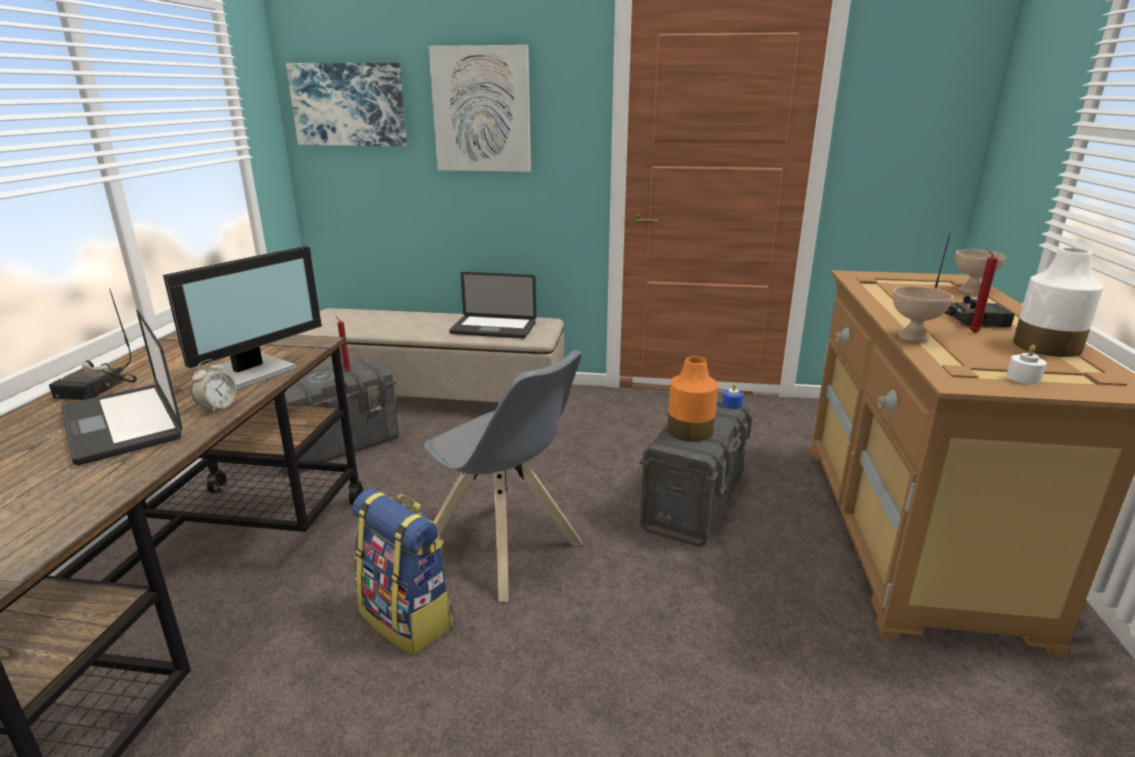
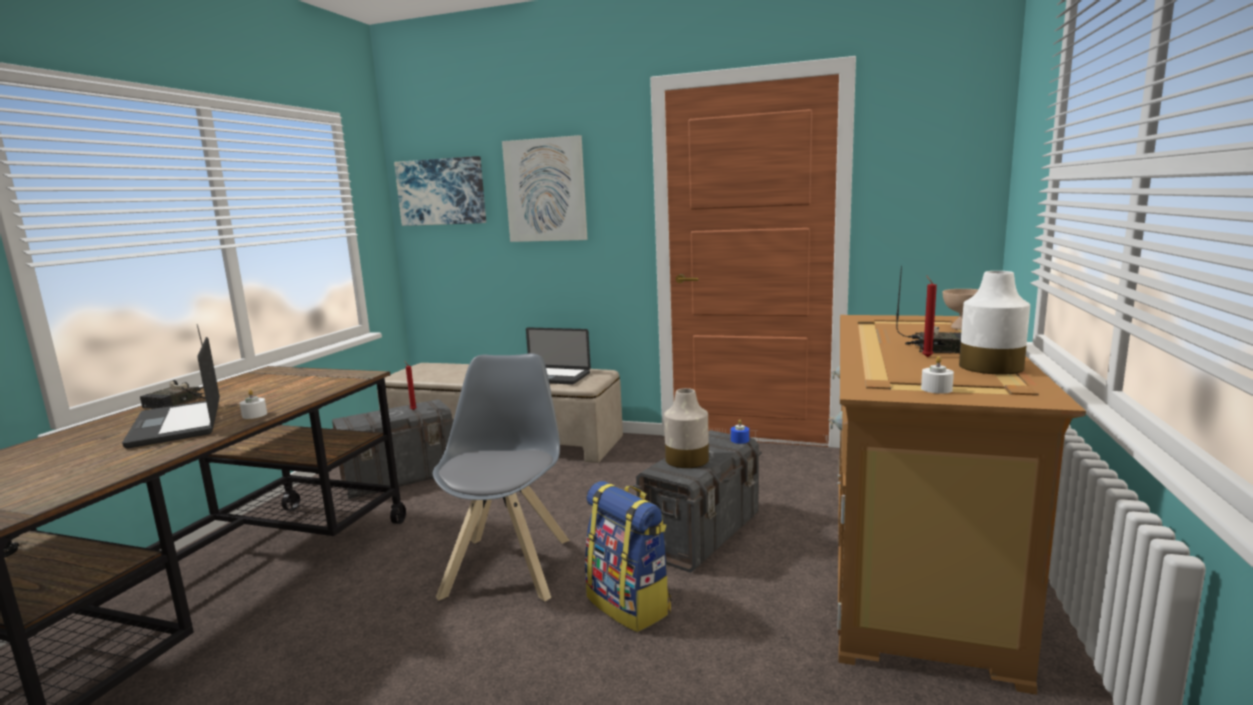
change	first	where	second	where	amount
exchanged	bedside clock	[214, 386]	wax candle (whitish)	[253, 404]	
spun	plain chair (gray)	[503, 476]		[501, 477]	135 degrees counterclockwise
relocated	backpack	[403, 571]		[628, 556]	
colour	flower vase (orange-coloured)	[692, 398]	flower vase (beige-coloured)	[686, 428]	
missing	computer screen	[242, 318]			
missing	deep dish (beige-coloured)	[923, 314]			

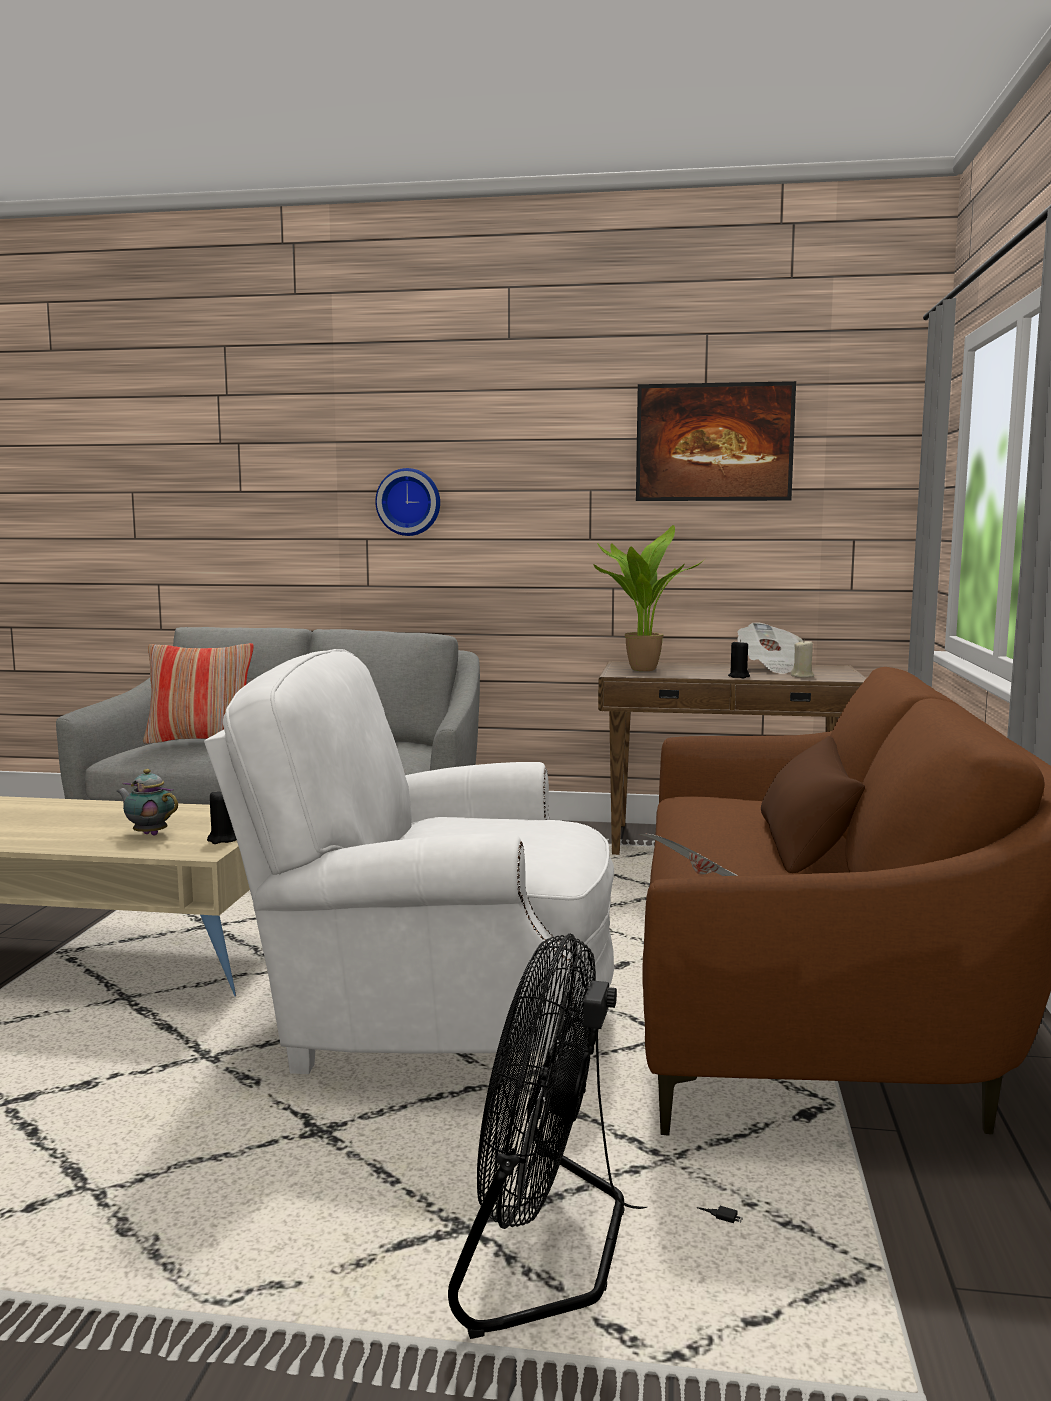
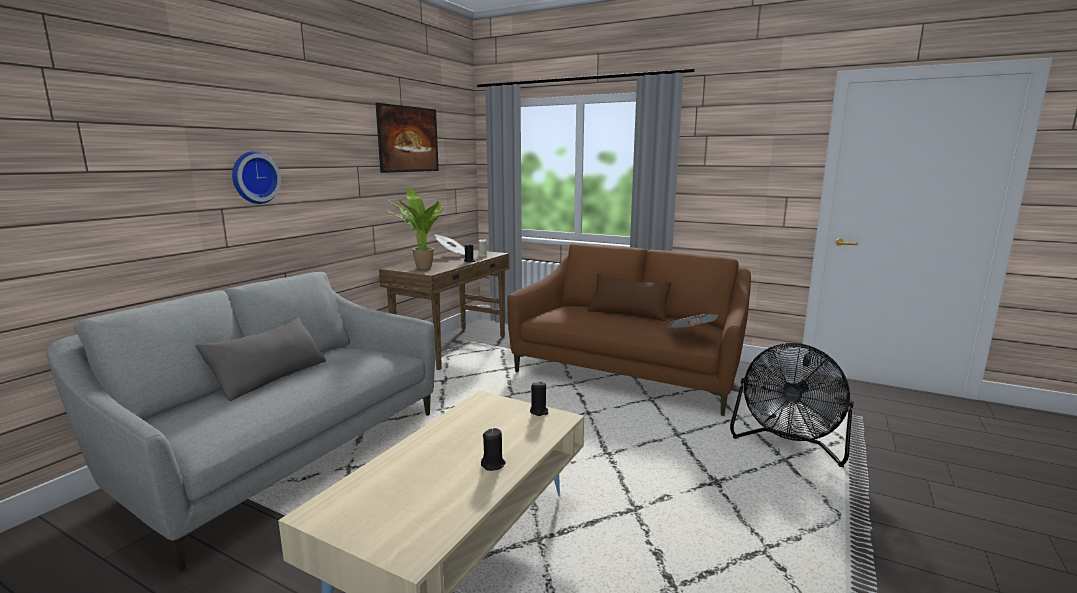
change	first	where	second	where	amount
appeared			wax candle (black)	[493, 449]	
missing	pot for tea	[147, 802]			
missing	cushion	[198, 693]			
missing	easy chair (whitish)	[409, 861]			

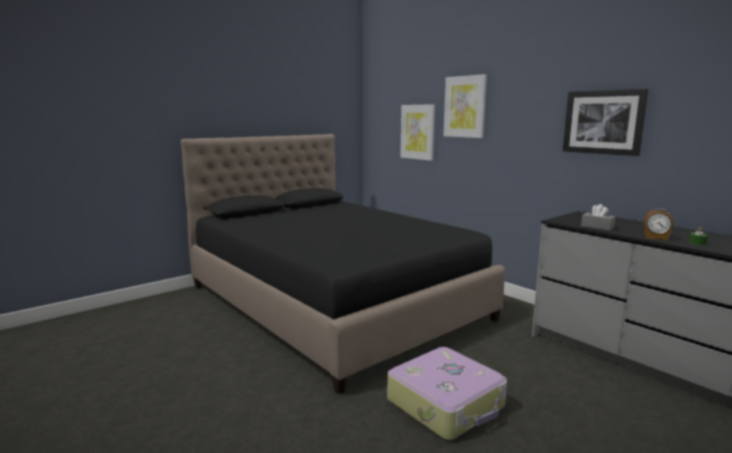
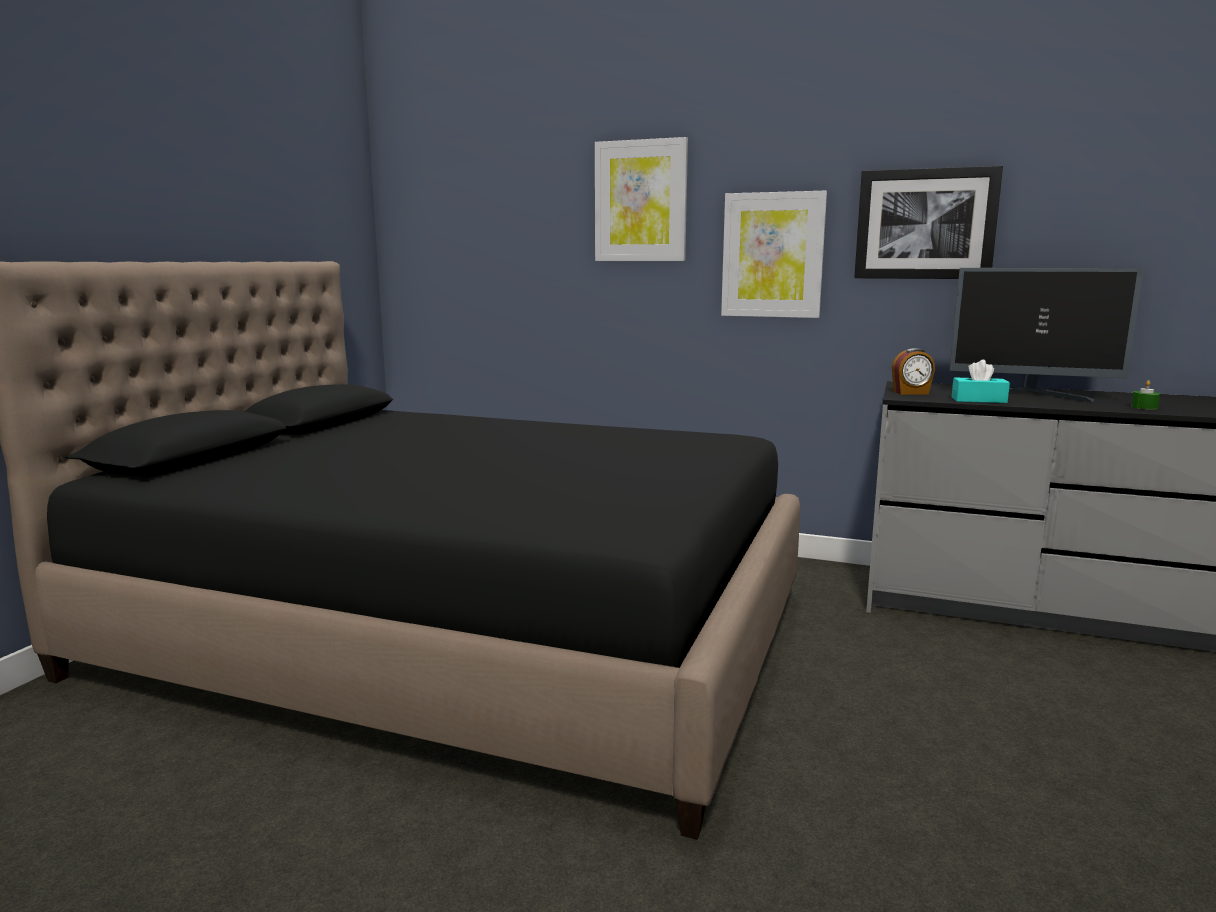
change	first	where	second	where	amount
relocated	wall art	[417, 132]		[774, 254]	
relocated	bedside clock	[659, 224]		[913, 371]	
appeared			computer screen	[1046, 335]	
colour	tissue box (gray)	[598, 217]	tissue box (turquoise-coloured)	[981, 381]	
missing	piece of luggage	[447, 393]			

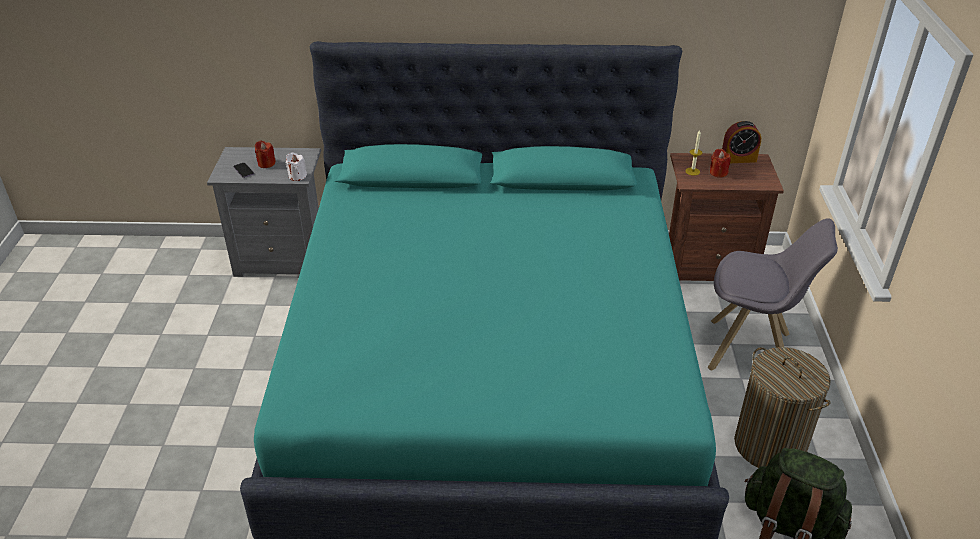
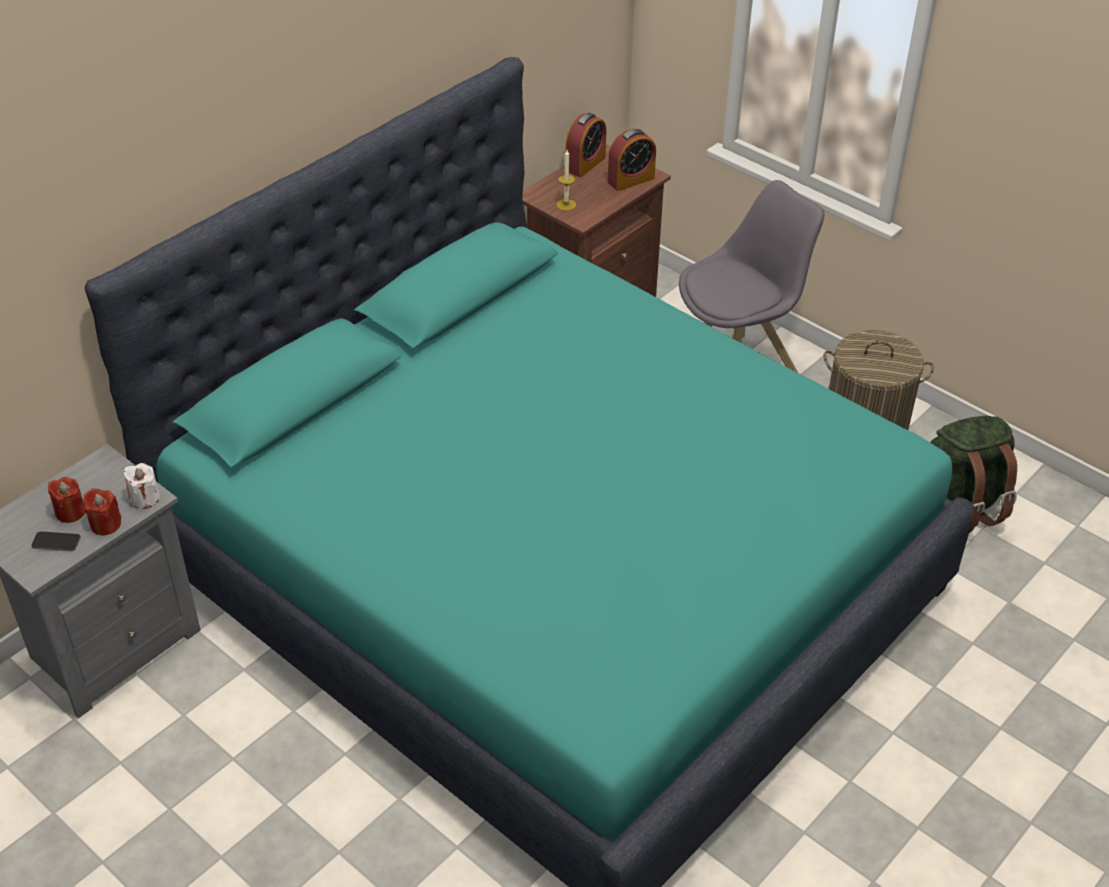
change	first	where	second	where	amount
relocated	wax candle (reddish)	[720, 163]		[102, 511]	
appeared			bedside clock	[632, 160]	

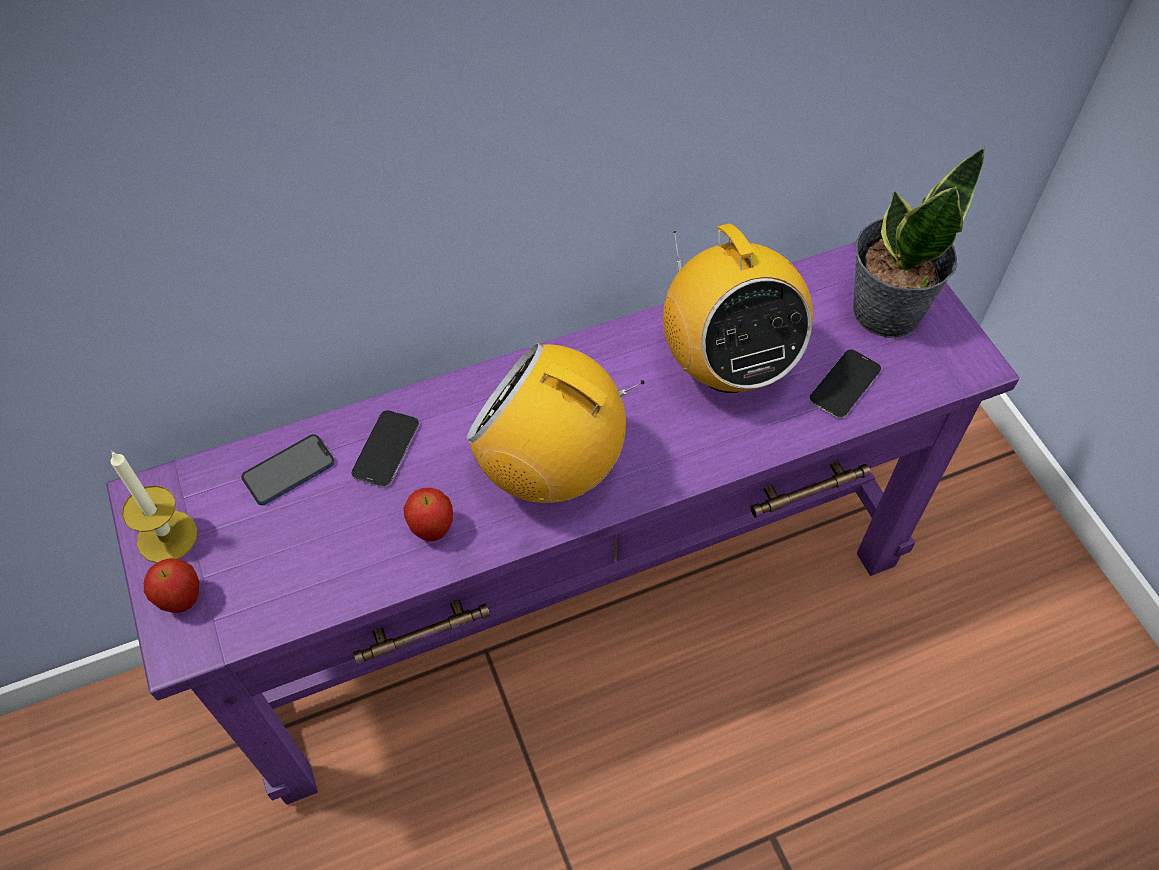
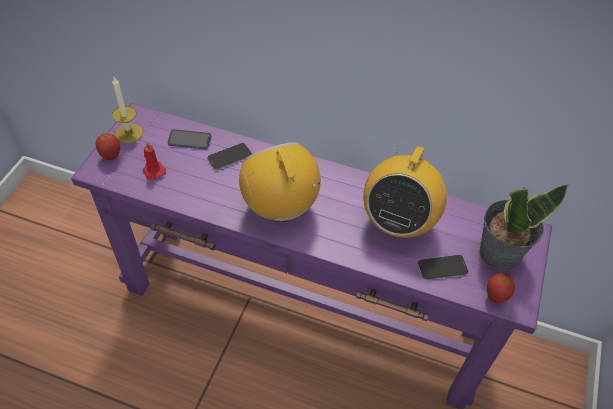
change	first	where	second	where	amount
appeared			wax candle (reddish)	[154, 161]	
relocated	whole apple	[428, 514]		[501, 288]	

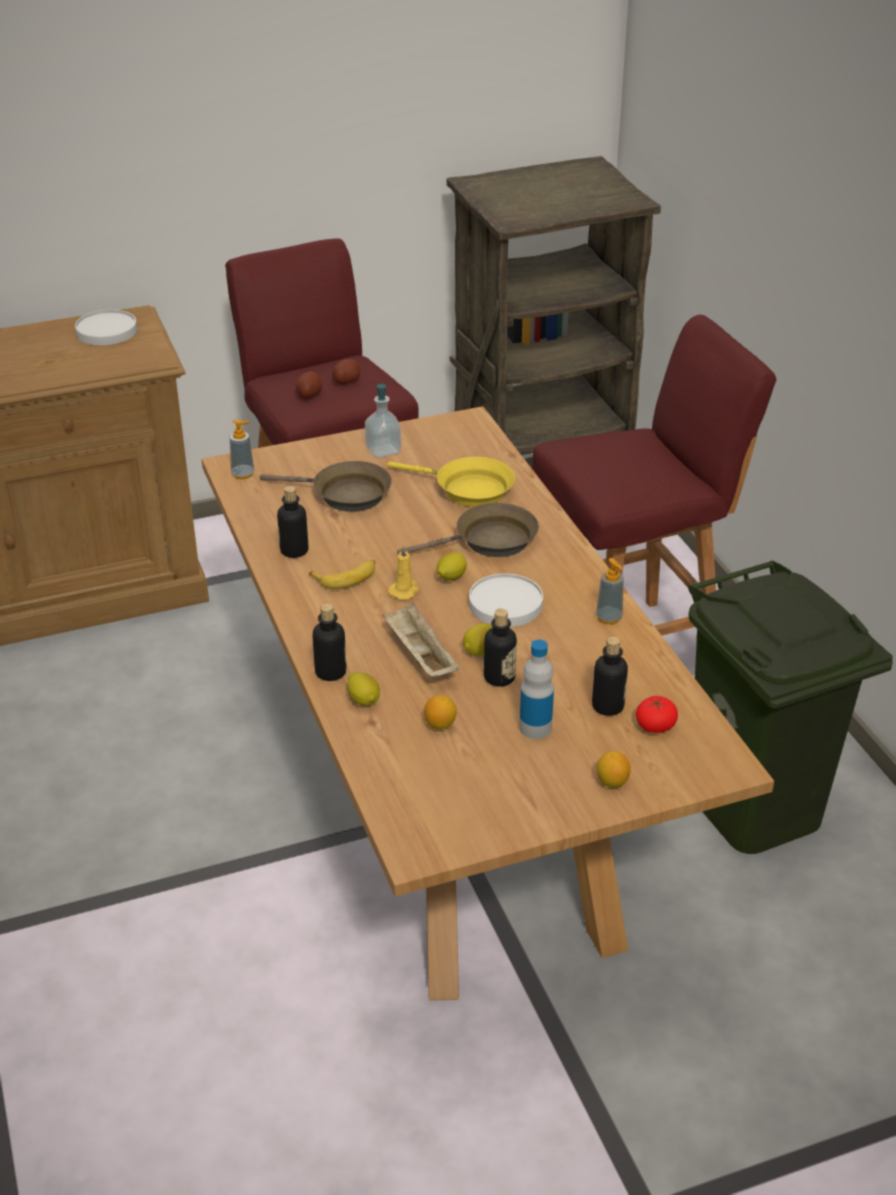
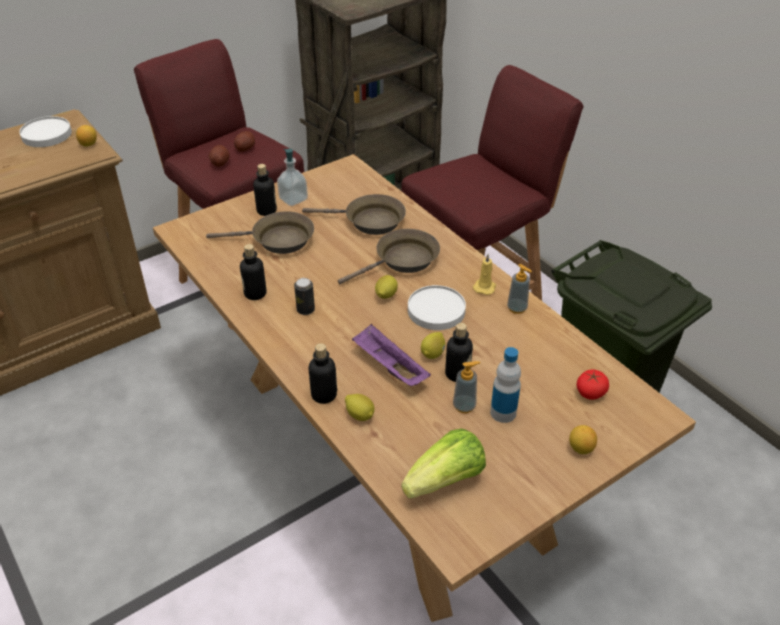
change	first	where	second	where	amount
relocated	lemon	[440, 712]		[86, 135]	
relocated	drink bottle	[610, 676]		[265, 190]	
exchanged	whole banana	[342, 574]	sealed can	[304, 296]	
colour	skillet (yellow-coloured)	[451, 482]	skillet (brown)	[354, 214]	
colour	tray (beige-coloured)	[421, 639]	tray (purplish)	[391, 355]	
appeared			lettuce	[444, 463]	
relocated	soap bottle	[242, 449]		[466, 387]	
relocated	wax candle (yellow-coloured)	[404, 572]		[484, 274]	

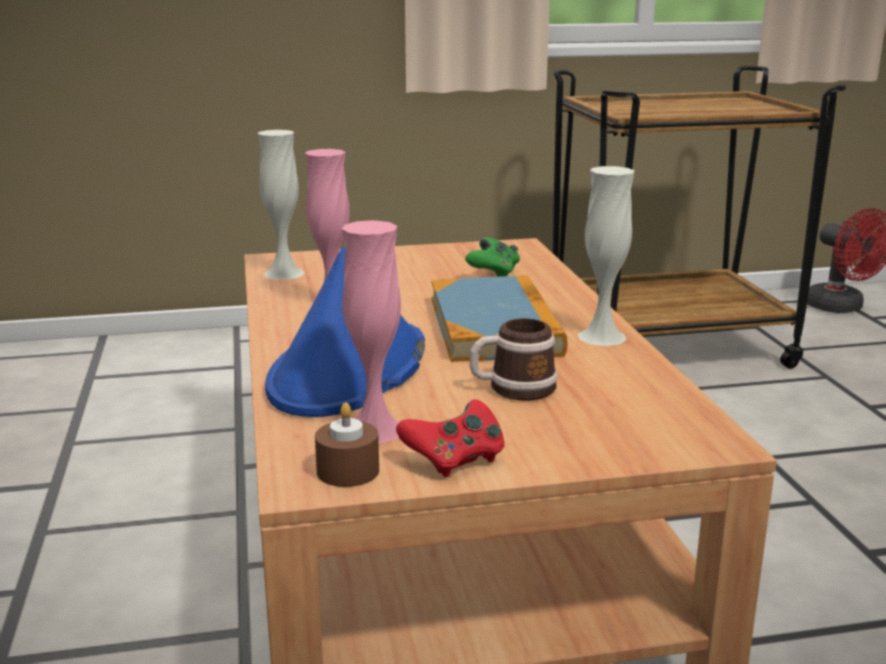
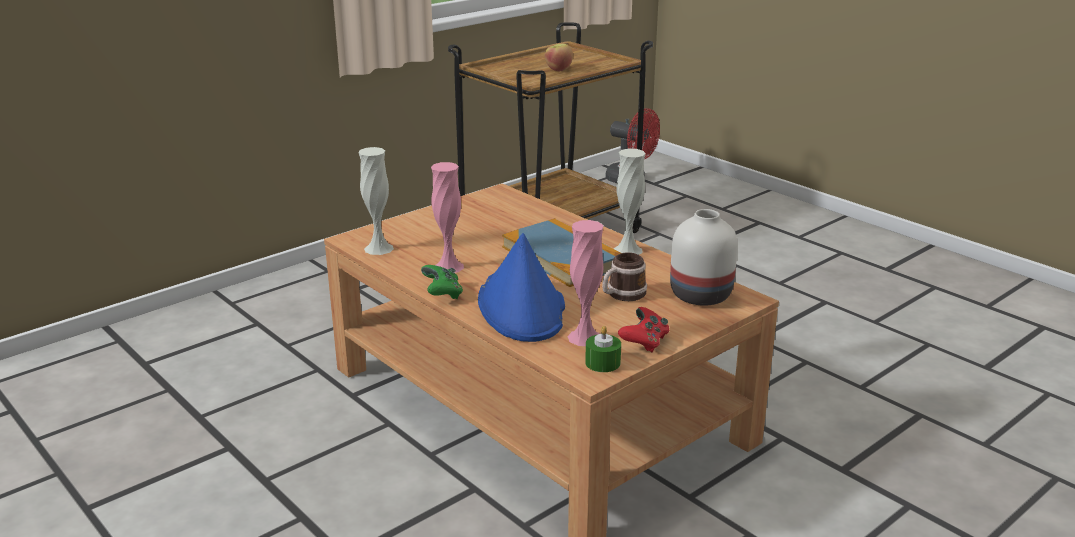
change	first	where	second	where	amount
relocated	gamepad (green-coloured)	[492, 257]		[442, 282]	
appeared			whole apple	[559, 57]	
colour	wax candle (brown)	[347, 444]	wax candle (green-coloured)	[603, 349]	
appeared			flower vase (whitish)	[704, 257]	

